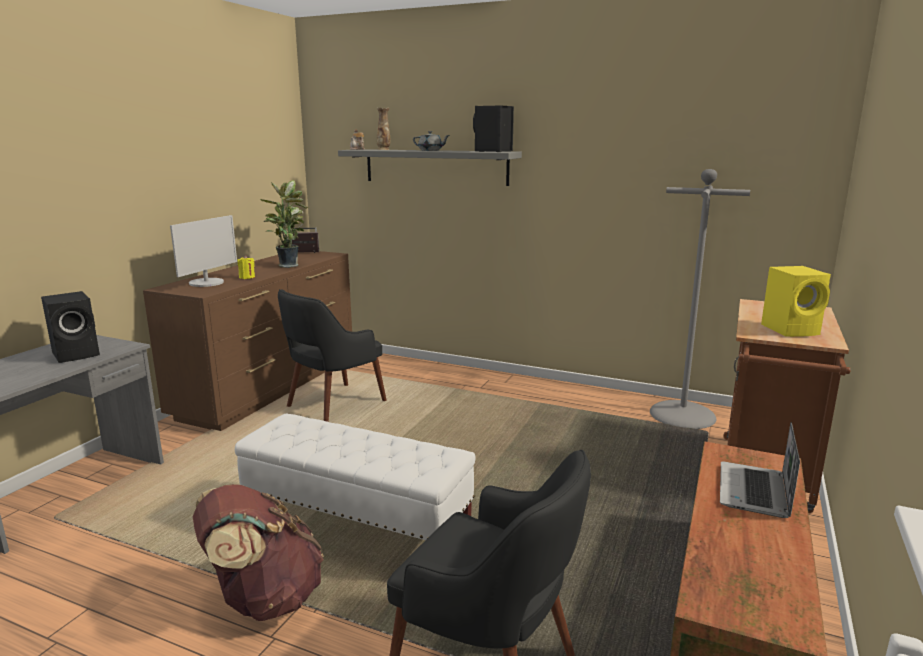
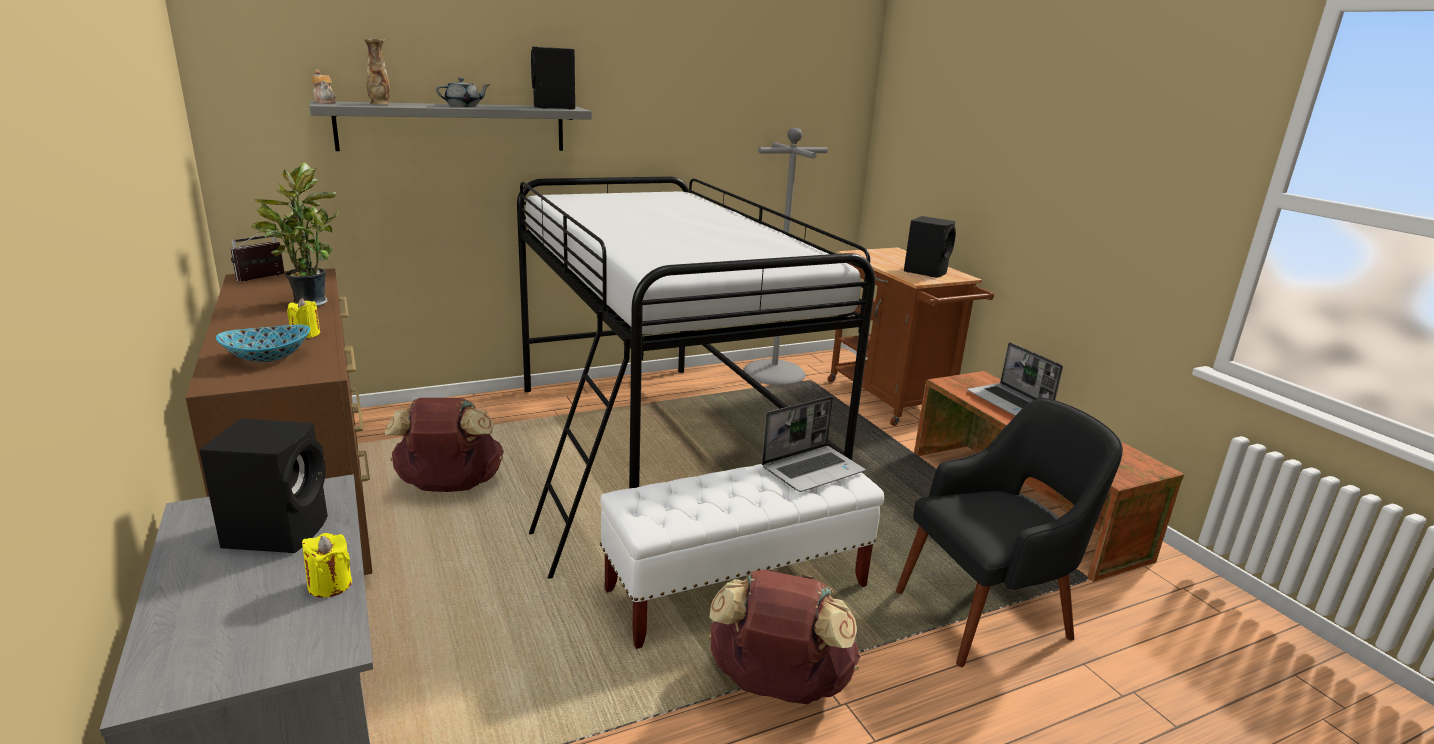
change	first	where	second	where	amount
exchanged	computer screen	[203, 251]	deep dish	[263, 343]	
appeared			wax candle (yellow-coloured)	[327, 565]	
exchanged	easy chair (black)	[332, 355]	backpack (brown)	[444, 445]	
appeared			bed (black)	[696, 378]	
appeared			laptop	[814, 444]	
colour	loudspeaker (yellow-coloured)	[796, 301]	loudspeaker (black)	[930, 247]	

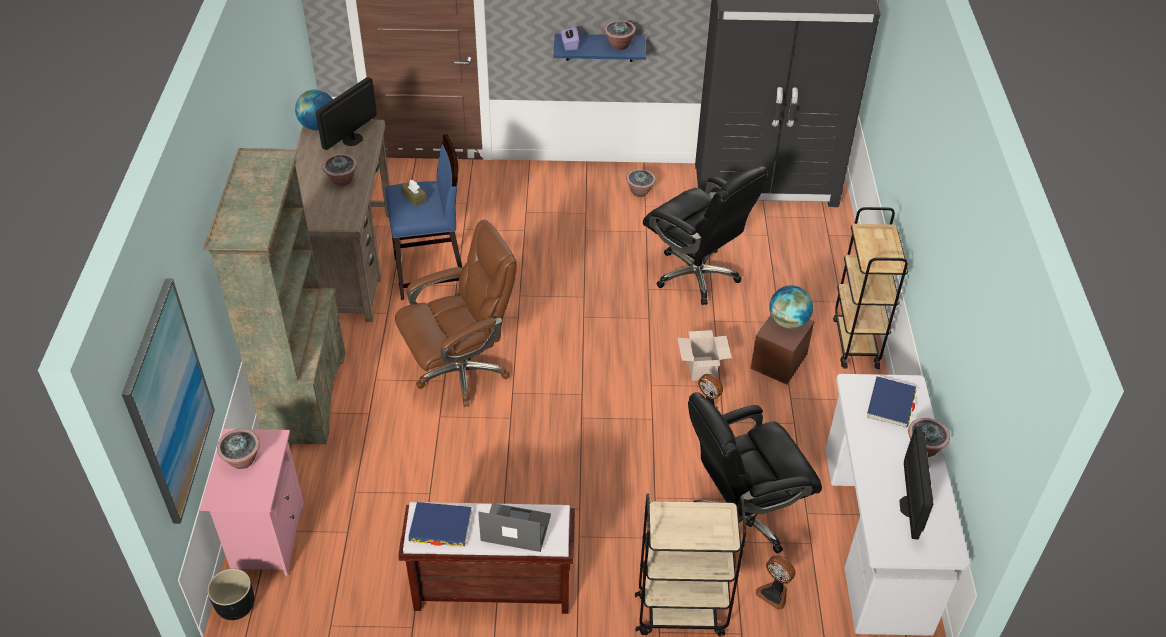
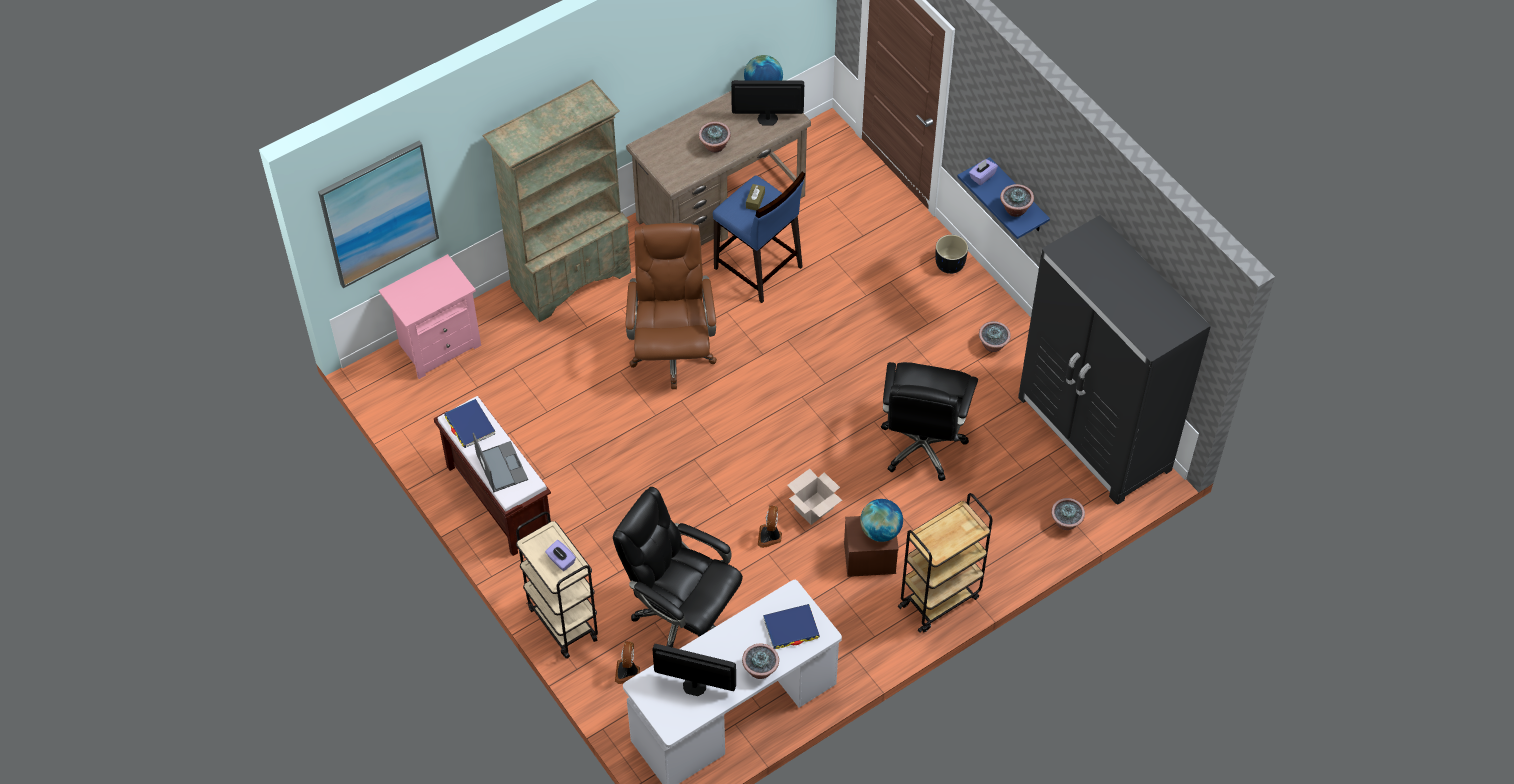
change	first	where	second	where	amount
appeared			tissue box (purplish)	[560, 555]	
spun	computer chair (brown)	[456, 313]		[671, 306]	120 degrees counterclockwise
spun	computer screen	[916, 482]		[694, 670]	45 degrees clockwise
relocated	planter (black)	[230, 594]		[951, 254]	
relocated	potted plant	[238, 449]		[1068, 514]	

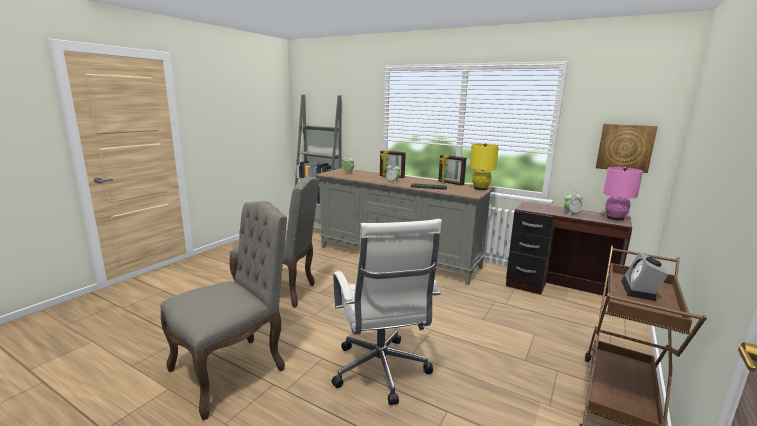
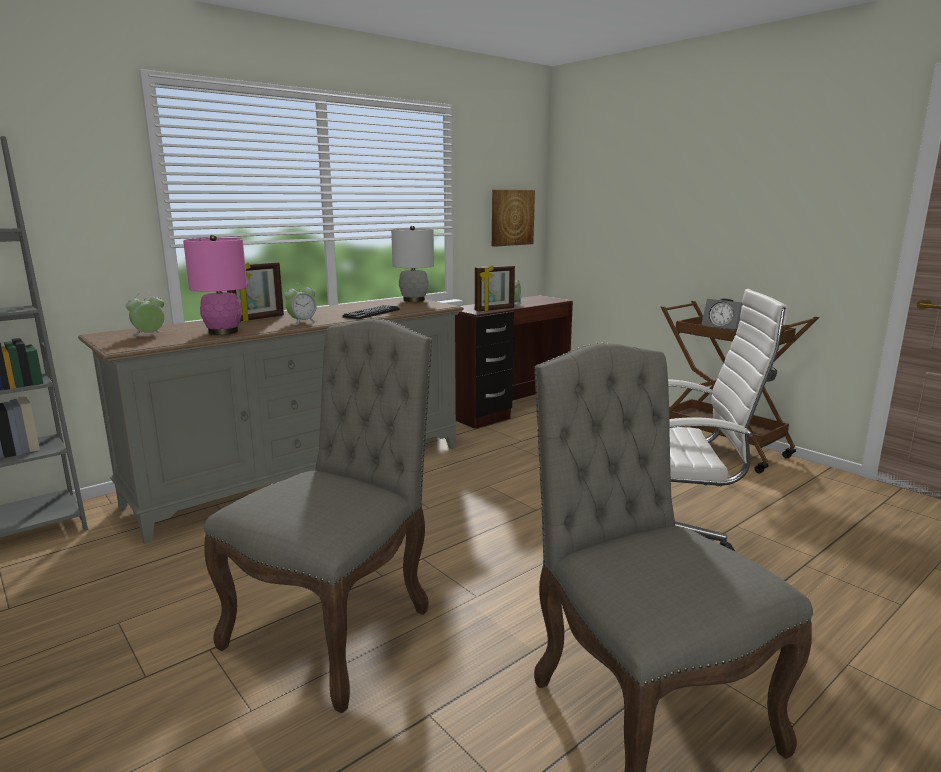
change	first	where	second	where	amount
relocated	table lamp (pink)	[623, 194]		[215, 285]	
colour	table lamp (yellow-coloured)	[484, 166]	table lamp (whitish)	[412, 264]	
relocated	standing frame	[452, 170]		[495, 288]	

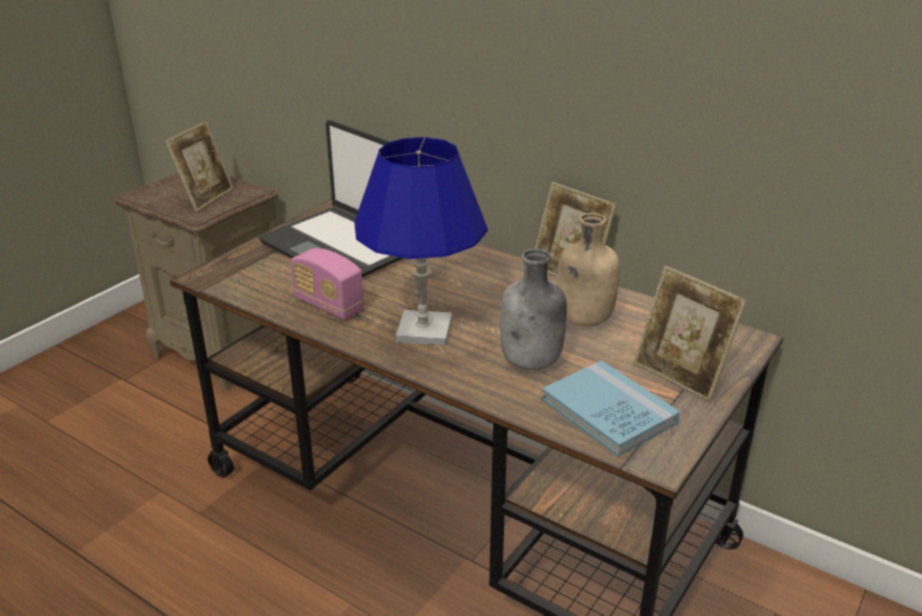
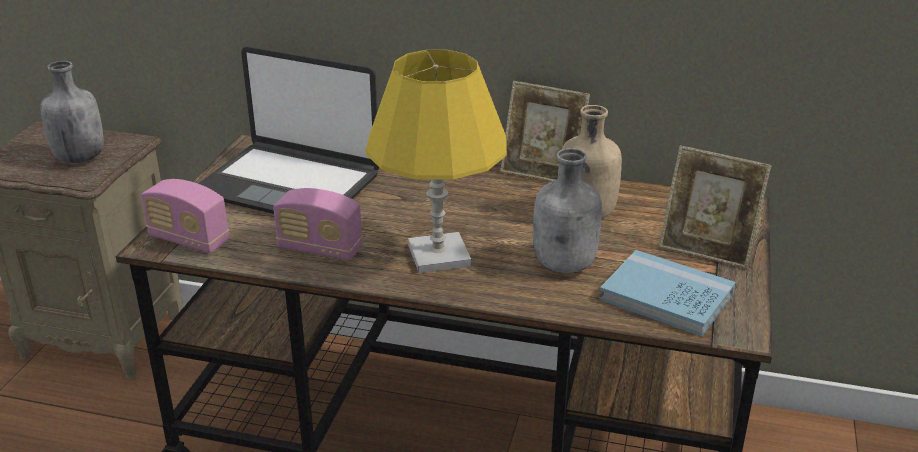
change	first	where	second	where	amount
exchanged	standing frame	[199, 167]	drink bottle (gray)	[72, 112]	
appeared			radio receiver	[185, 216]	
colour	table lamp (bluish)	[421, 241]	table lamp (yellow-coloured)	[436, 161]	

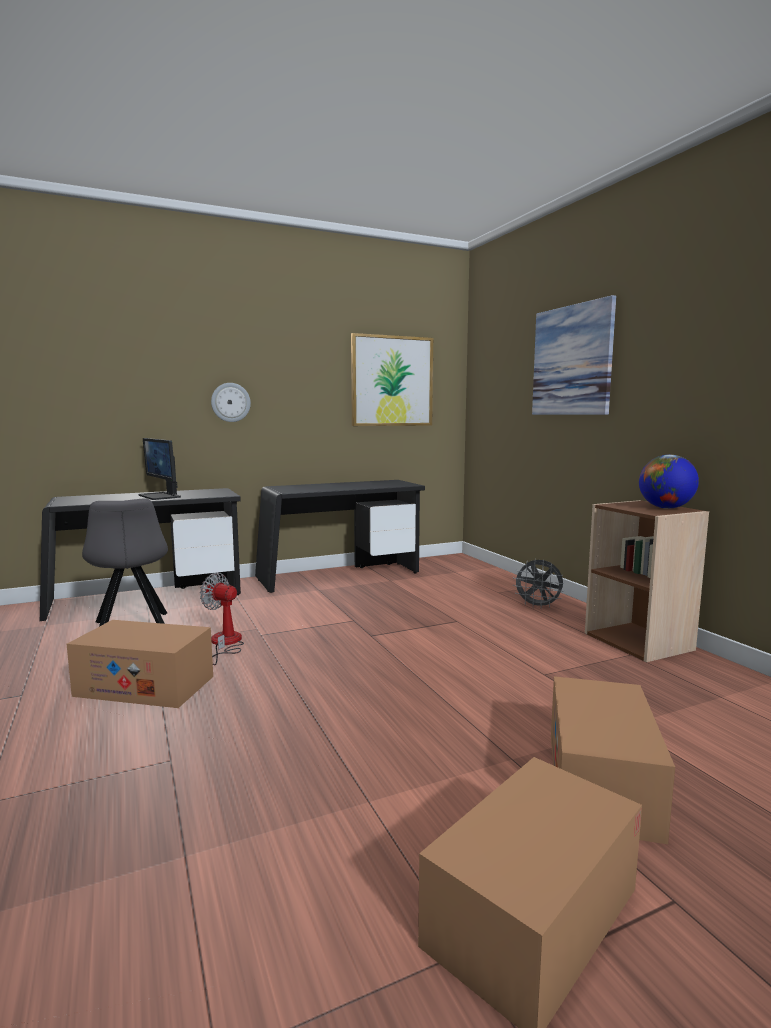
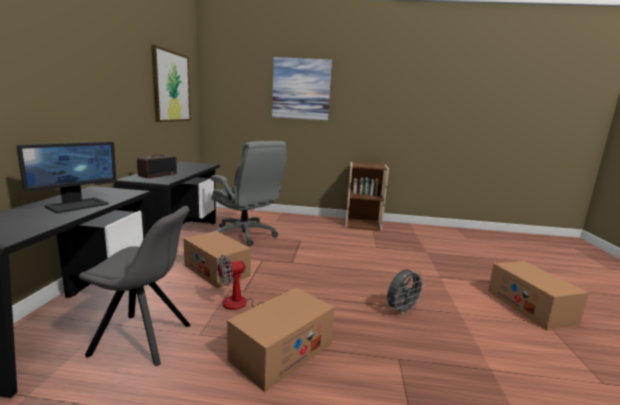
change	first	where	second	where	amount
spun	computer screen	[160, 469]		[67, 177]	45 degrees counterclockwise
appeared			radio receiver	[157, 166]	
relocated	carton	[613, 760]		[217, 260]	
appeared			computer chair (gray)	[249, 193]	
relocated	electric fan (gray)	[539, 584]		[406, 292]	
missing	hanging clock	[231, 402]			
missing	desk globe	[669, 482]			

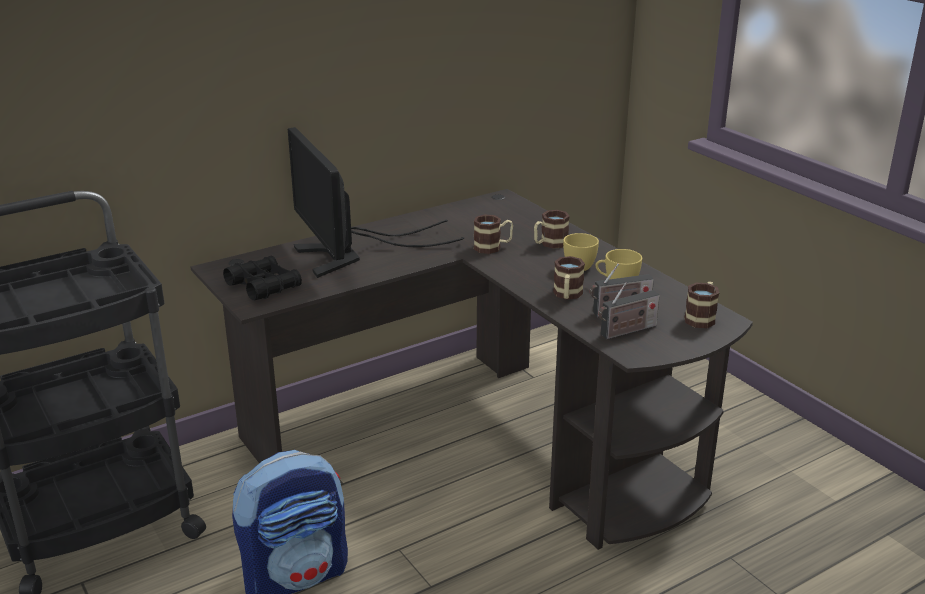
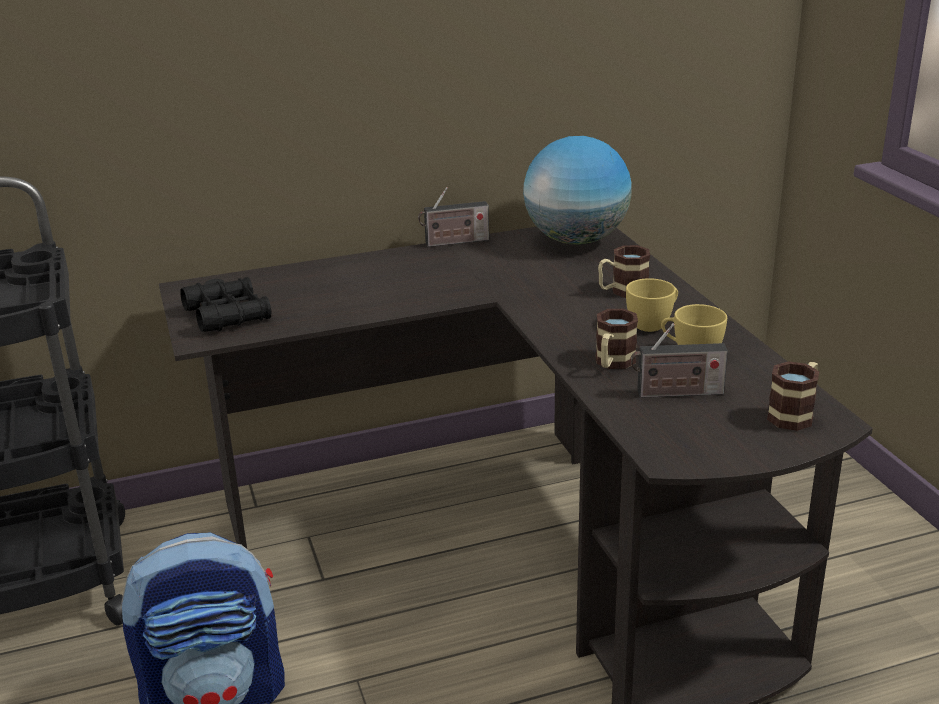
change	first	where	second	where	amount
relocated	radio receiver	[629, 310]		[453, 217]	
appeared			desk globe	[577, 190]	
missing	computer screen	[376, 202]			
missing	tea mug	[493, 234]			

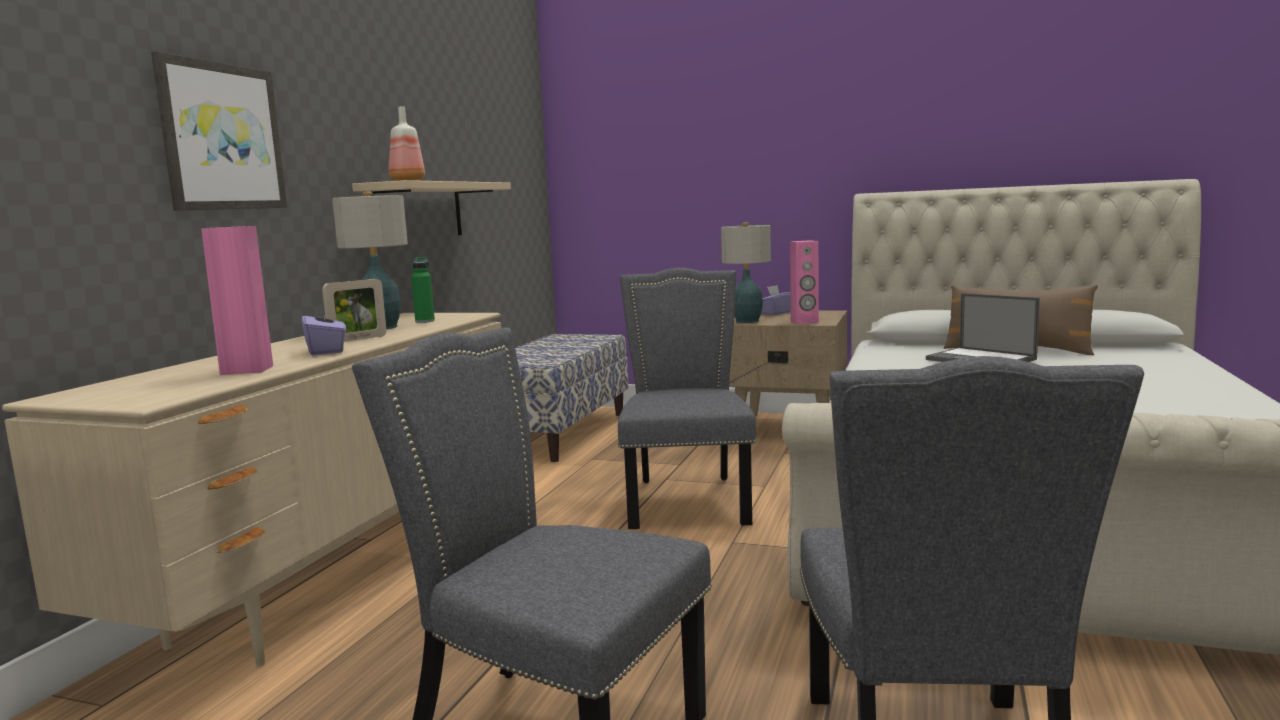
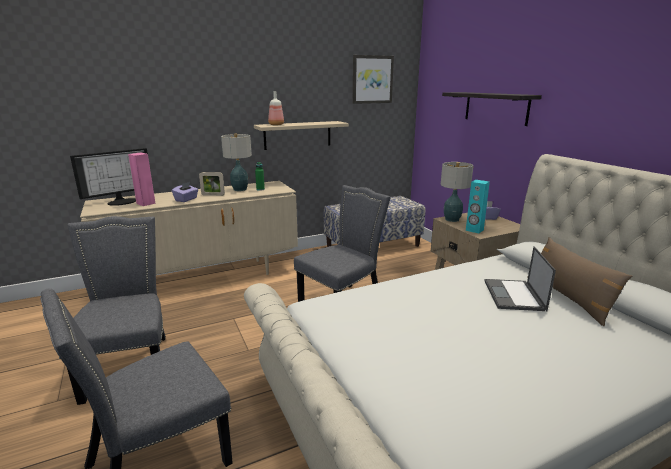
change	first	where	second	where	amount
appeared			computer screen	[109, 177]	
relocated	wall art	[219, 131]		[373, 79]	
appeared			bracket shelf	[492, 109]	
colour	loudspeaker (pink)	[804, 282]	loudspeaker (turquoise-coloured)	[478, 206]	

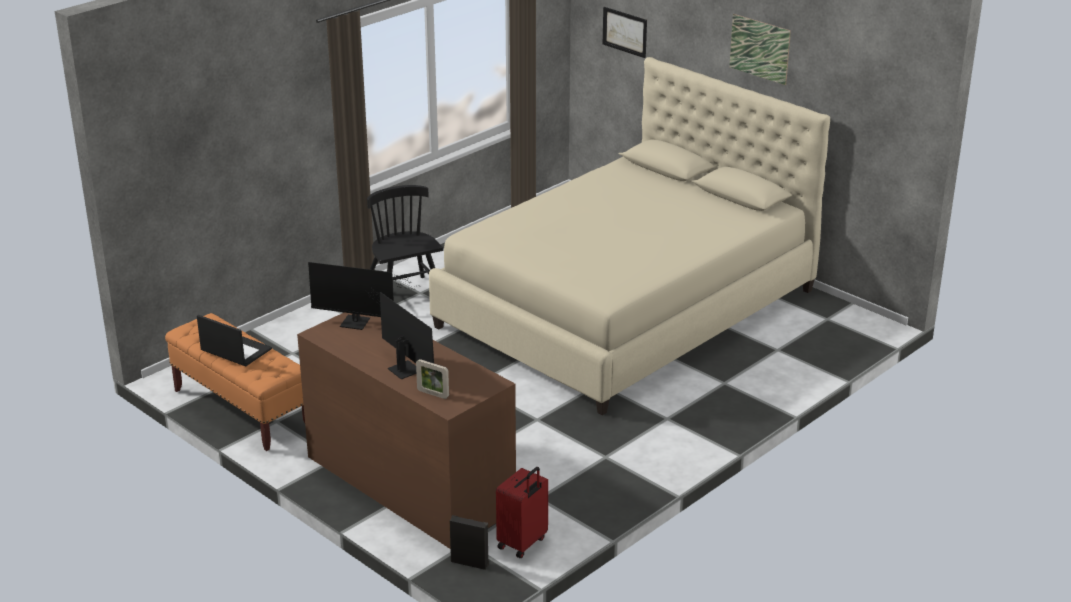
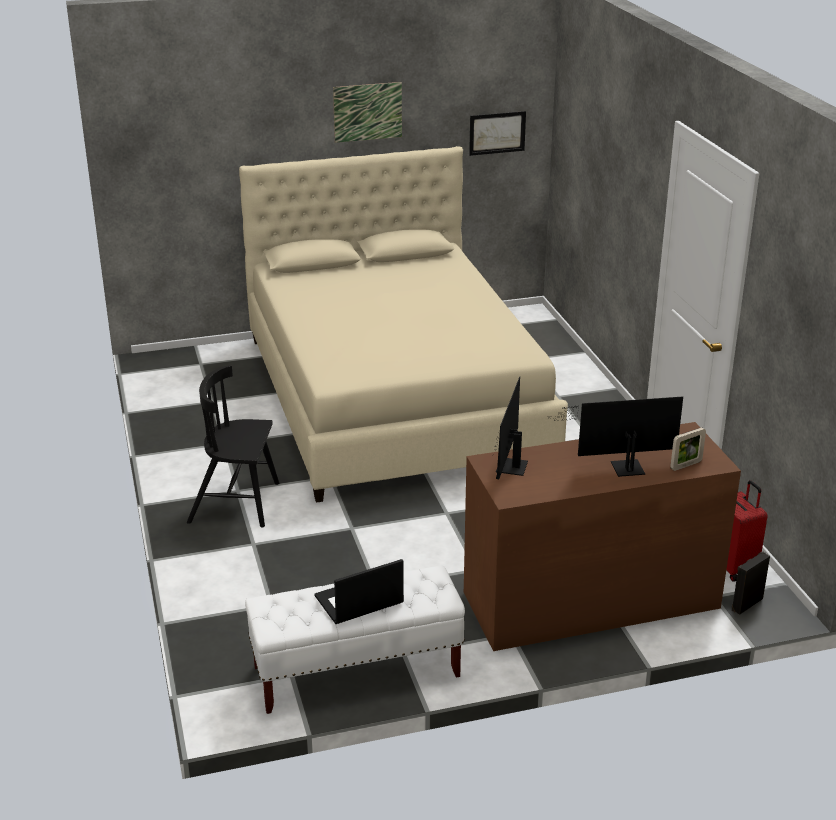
change	first	where	second	where	amount
colour	long seat (orange-coloured)	[235, 382]	long seat (whitish)	[355, 639]	
relocated	wall art	[625, 32]		[497, 133]	
spun	computer screen	[363, 296]		[511, 427]	150 degrees clockwise

